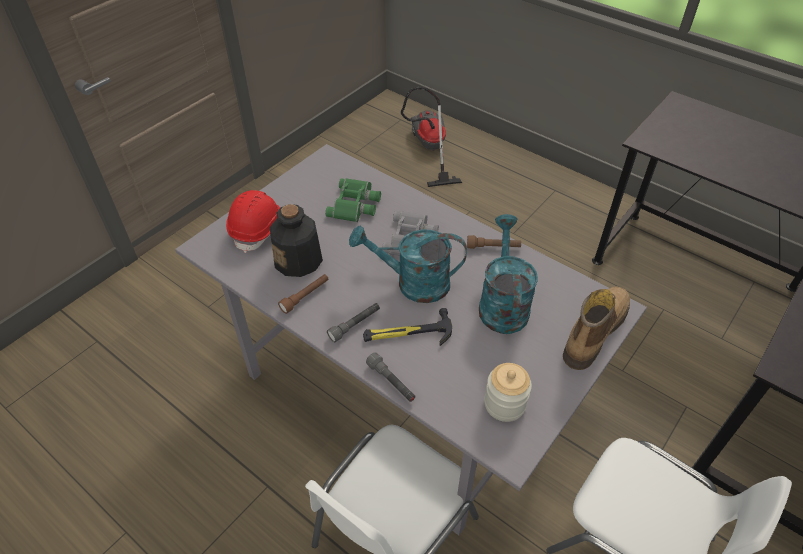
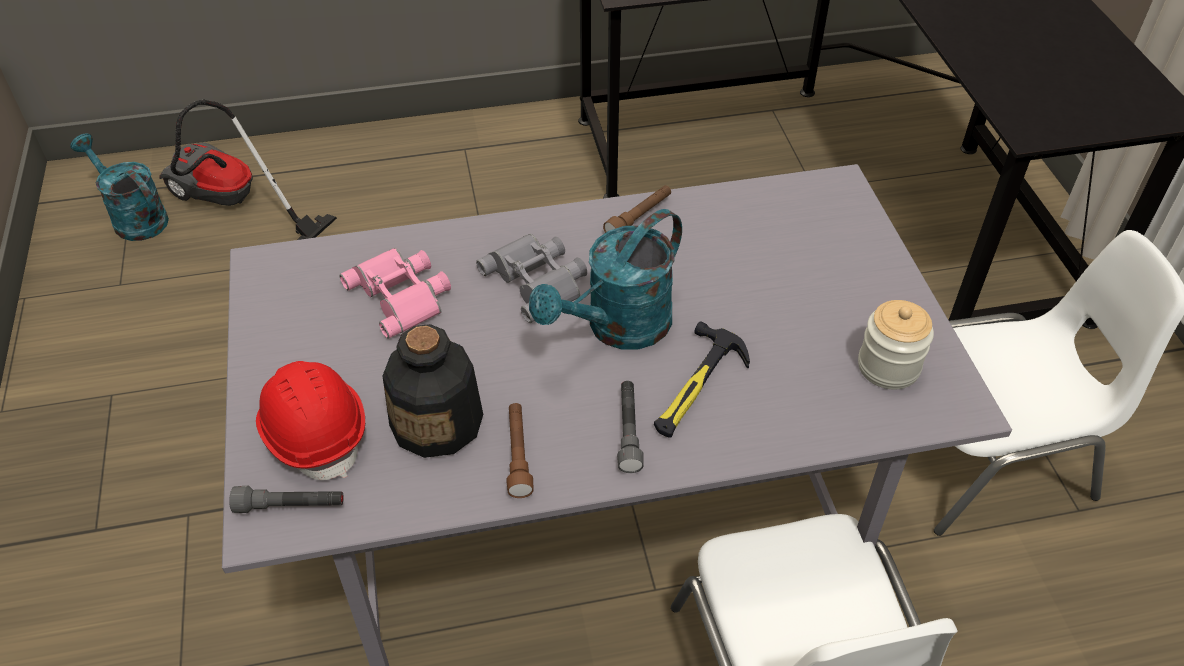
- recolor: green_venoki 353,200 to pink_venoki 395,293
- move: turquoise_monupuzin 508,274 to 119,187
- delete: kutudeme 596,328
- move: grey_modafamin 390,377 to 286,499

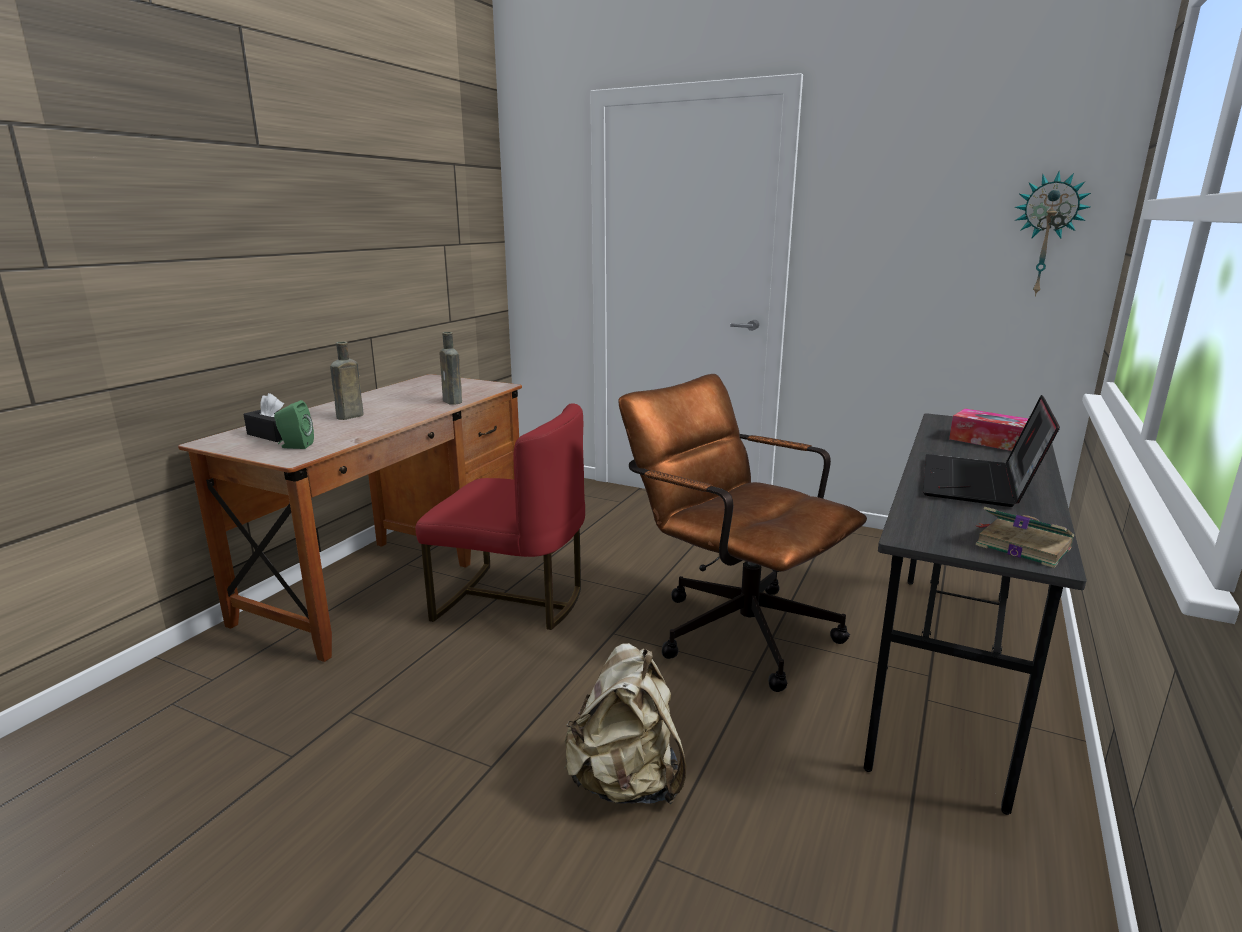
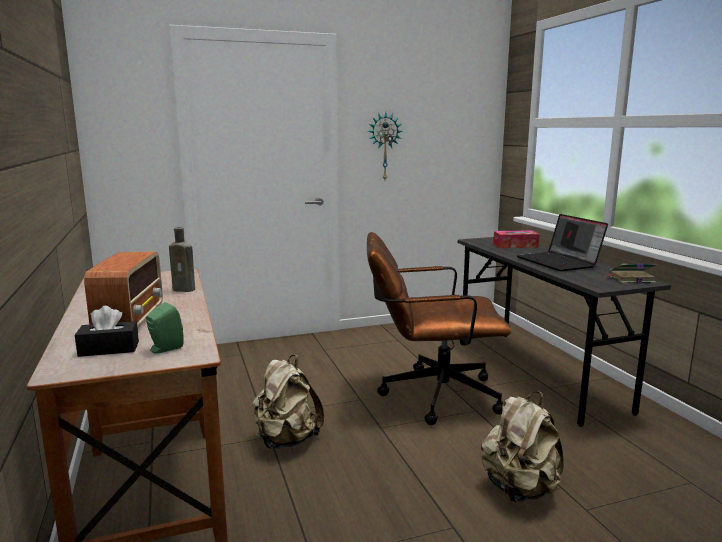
- move: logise 1052,234 to 385,145
- replace: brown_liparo 347,381 to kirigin 123,290
- replace: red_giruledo 500,516 to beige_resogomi 288,402

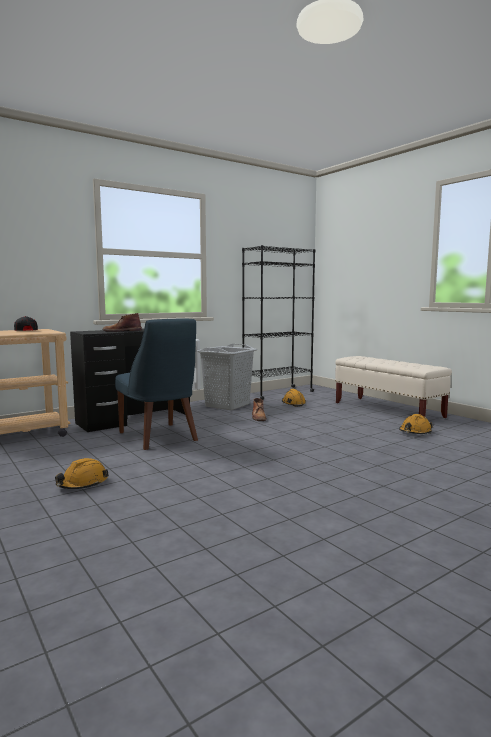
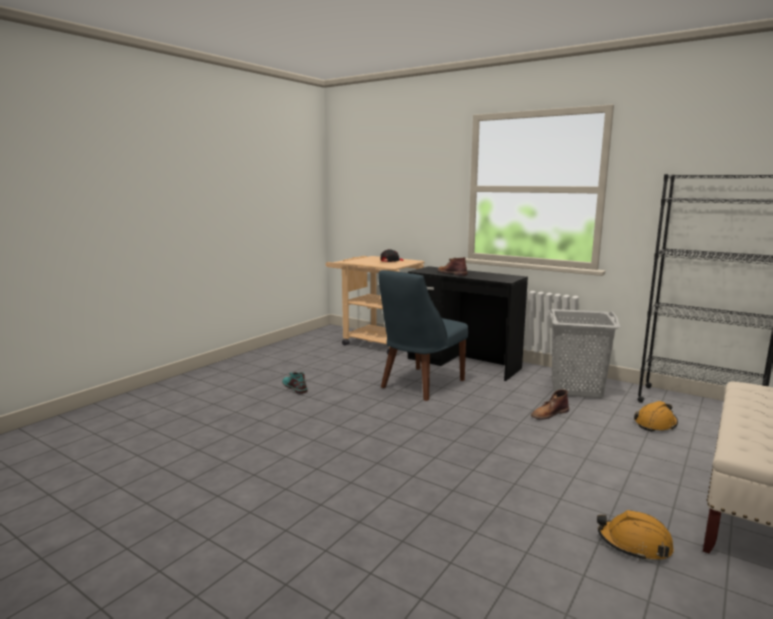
- replace: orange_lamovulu 82,473 to turquoise_kutudeme 295,383

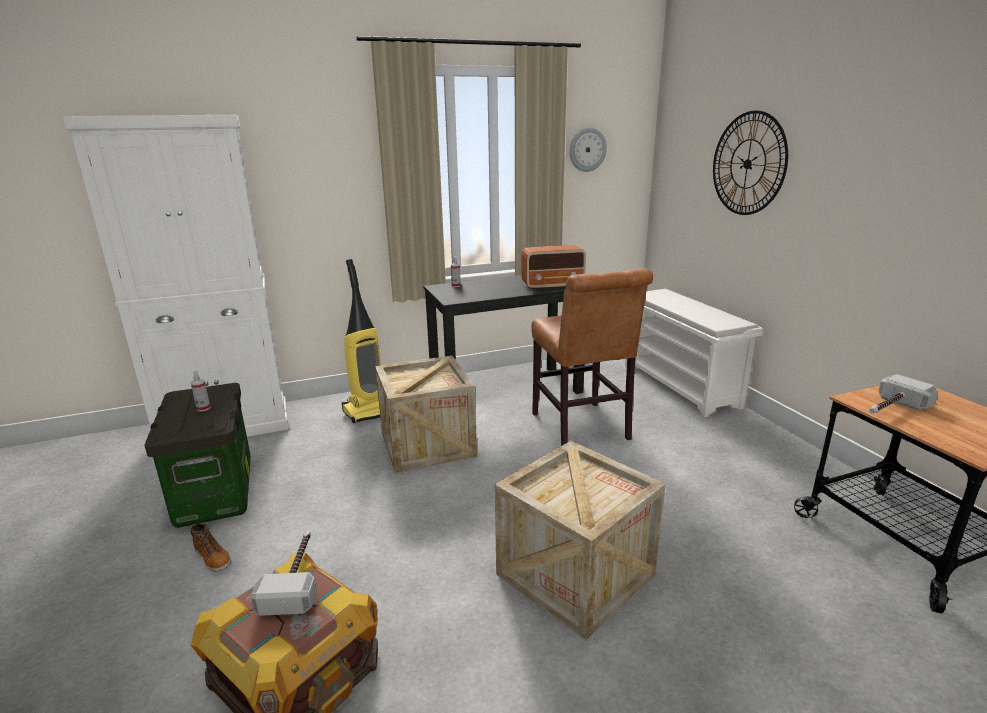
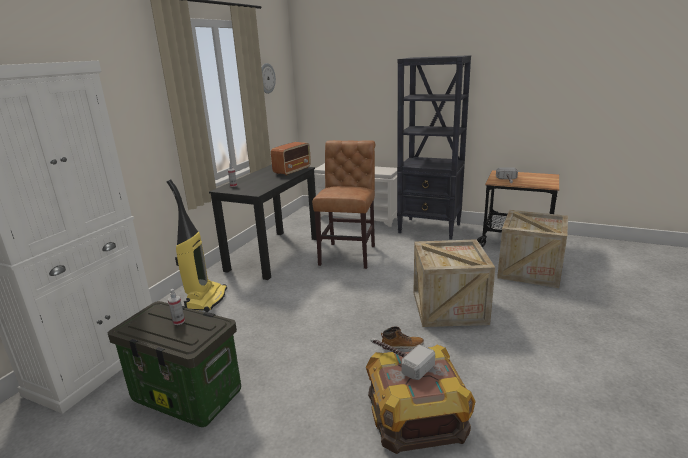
- delete: logise 750,162
- rotate: brown_giruledo 592,357 = 343,204 105 degrees counterclockwise
- move: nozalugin 426,414 to 532,249
- move: kutudeme 210,547 to 402,338
- insert: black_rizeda 434,147

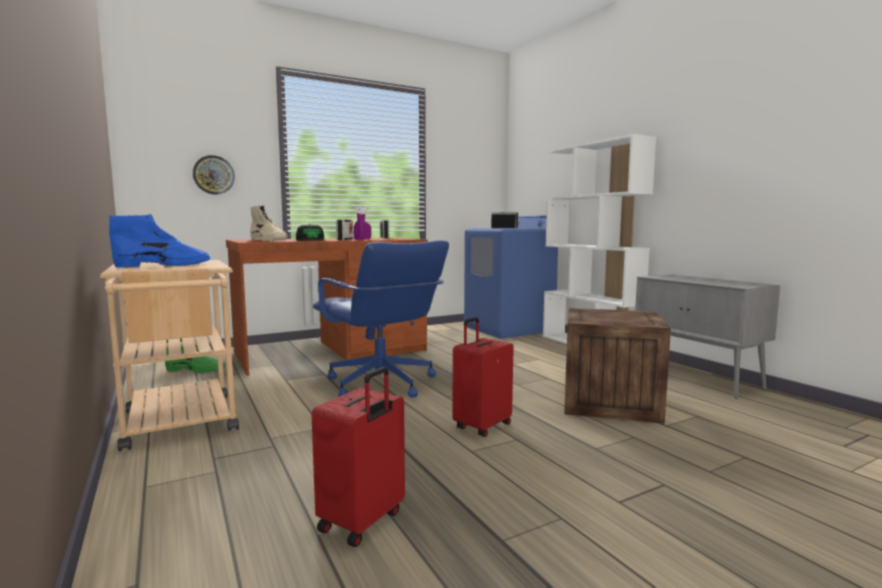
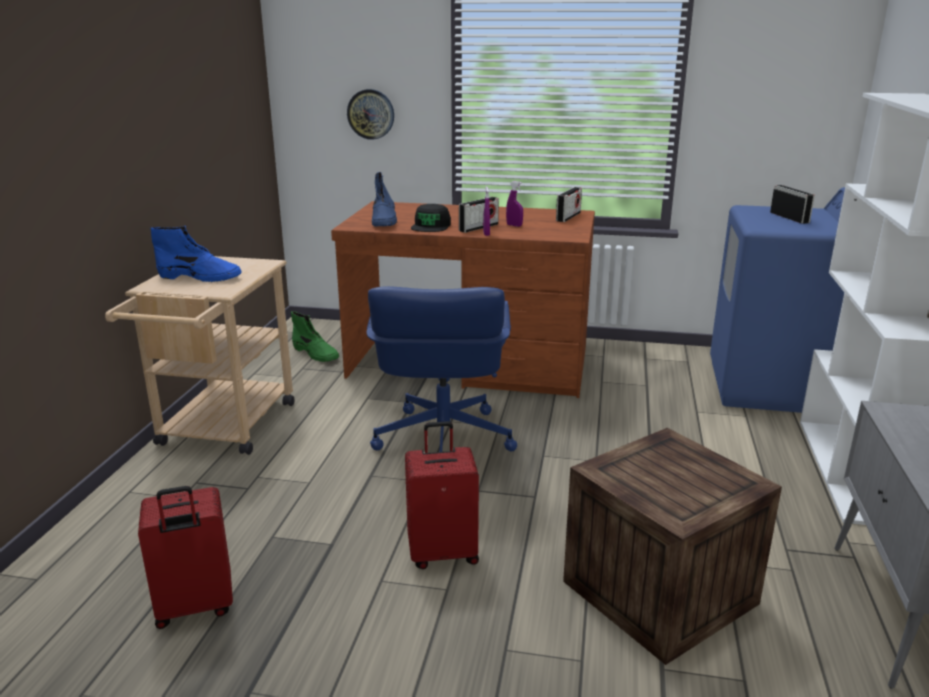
- recolor: beige_kutudeme 268,223 to blue_kutudeme 384,199

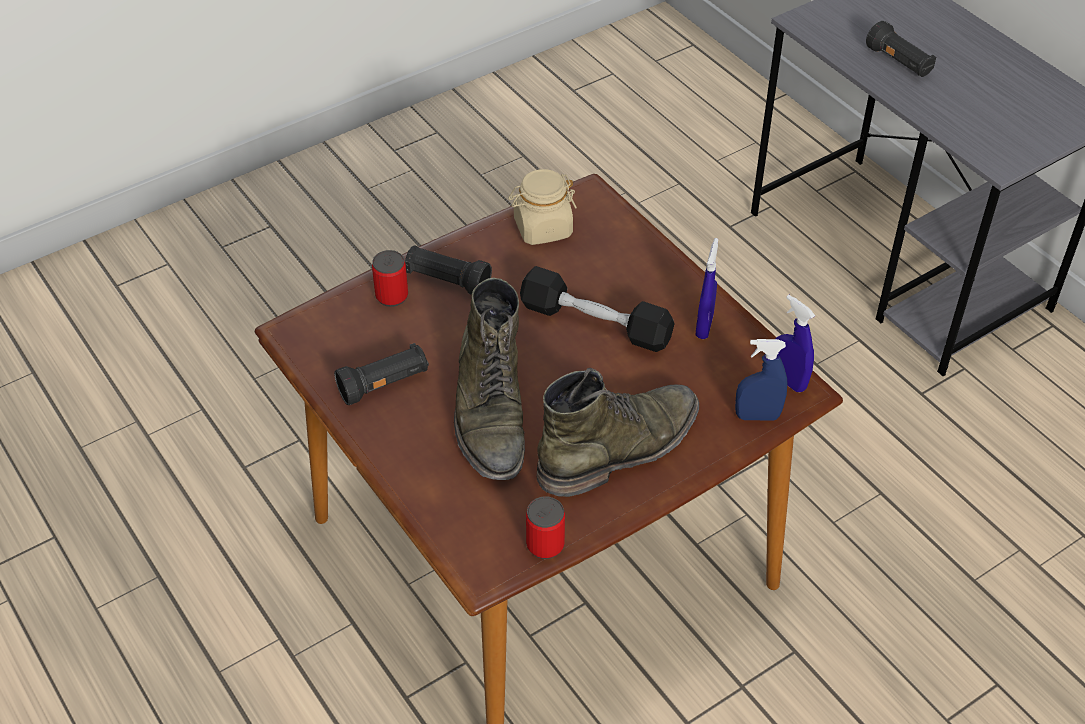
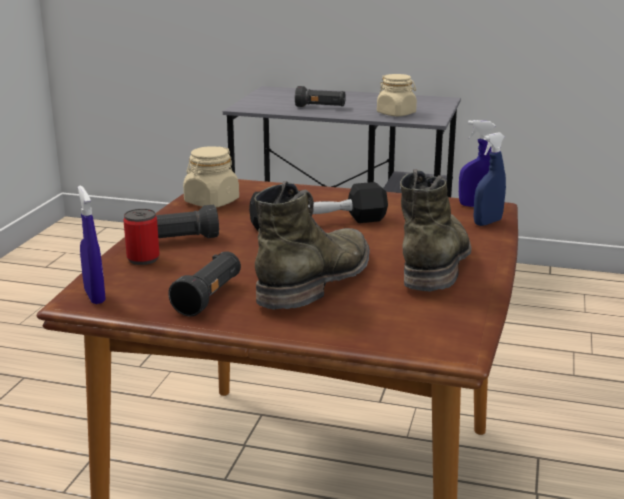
- move: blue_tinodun 707,288 to 92,244
- rotate: green_kutudeme 489,379 = 312,245 105 degrees counterclockwise
- delete: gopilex 545,527
- insert: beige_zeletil 397,95

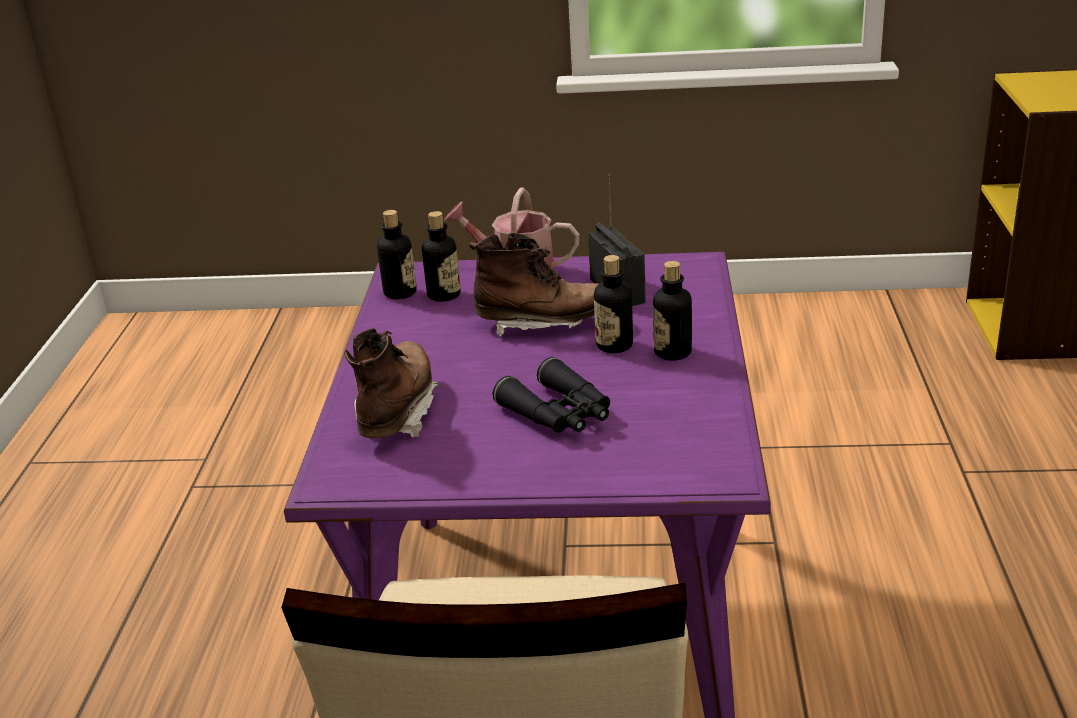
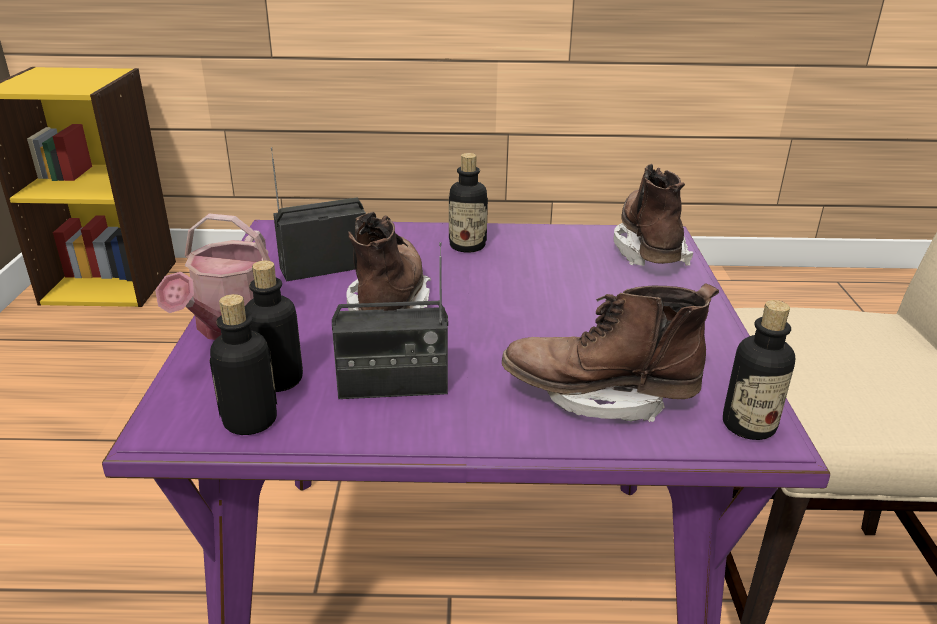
- move: liparo 613,304 to 759,370
- delete: black_venoki 551,395
- insert: brown_kutudeme 653,215
- insert: kirigin 390,320

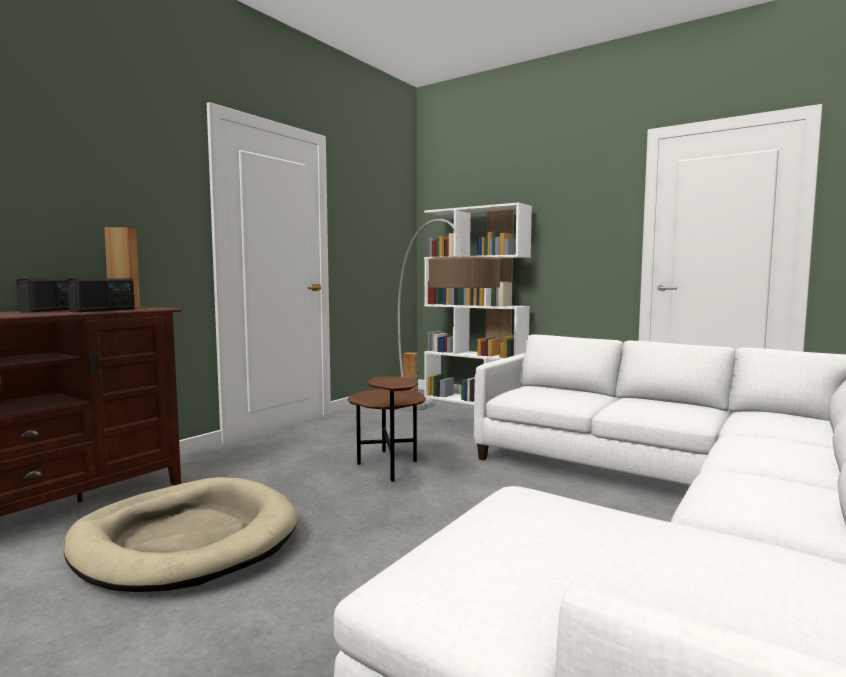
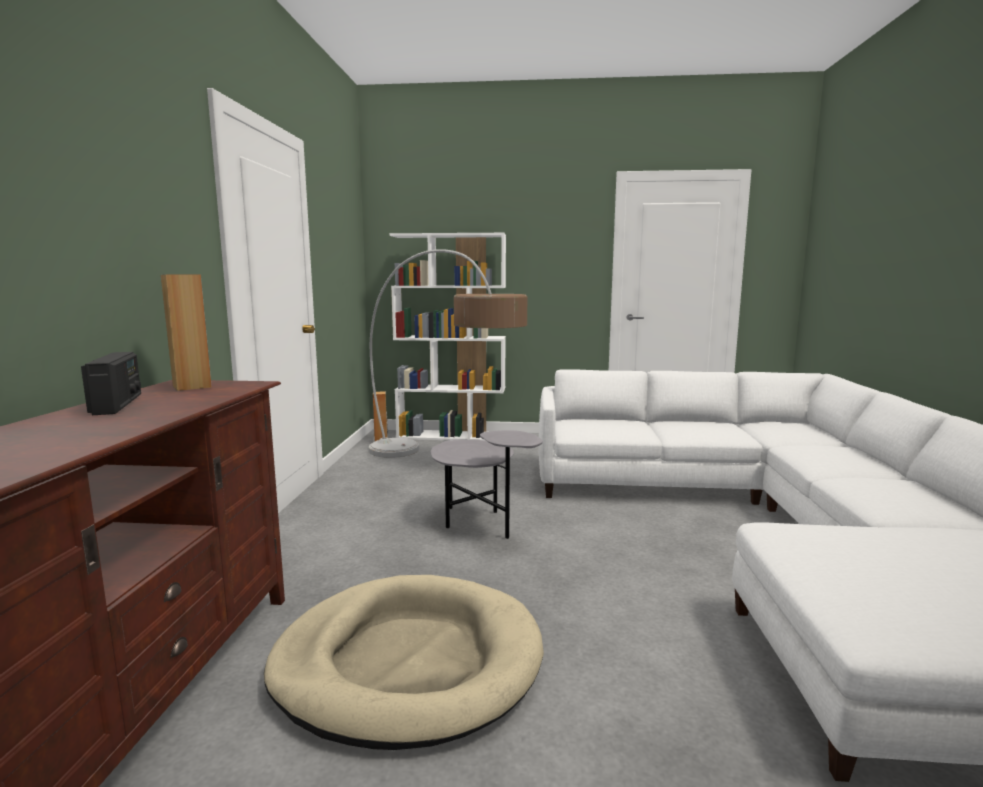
- delete: kirigin 101,295
- recolor: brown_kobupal 387,429 to grey_kobupal 486,484

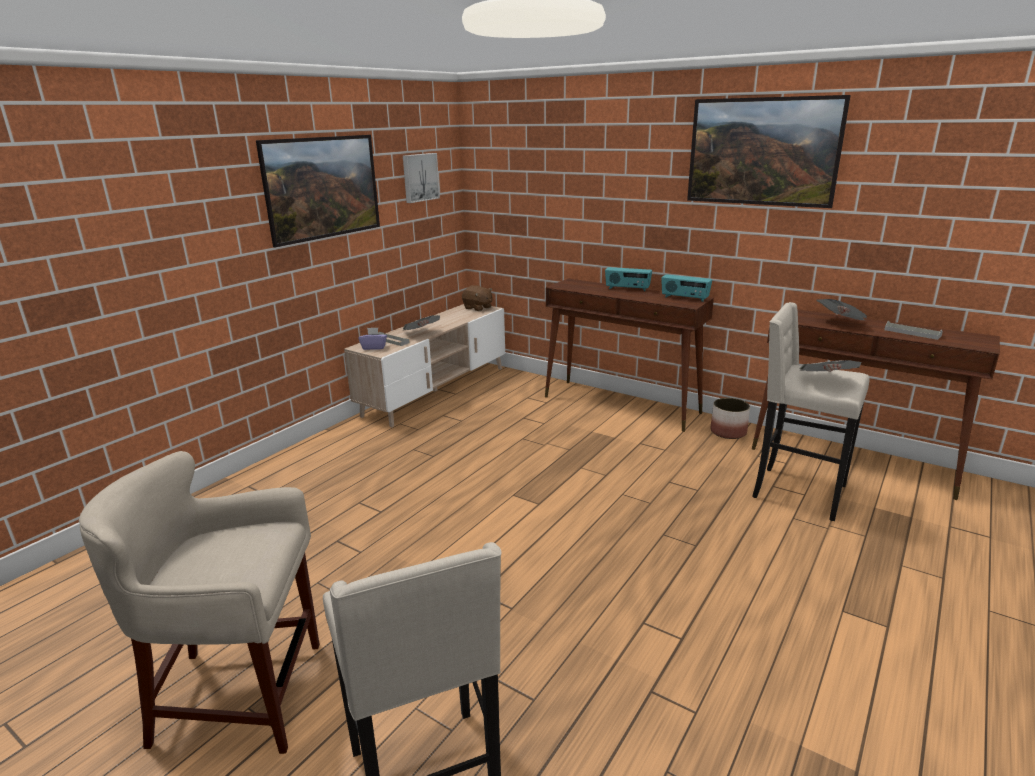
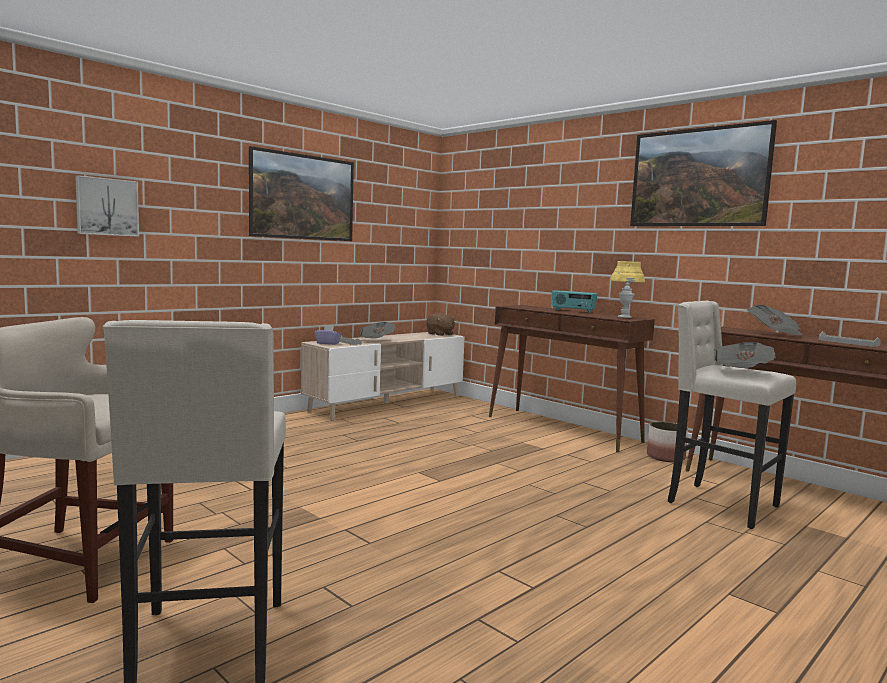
- move: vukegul 421,178 to 107,206
- replace: kirigin 686,288 to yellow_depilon 628,289

